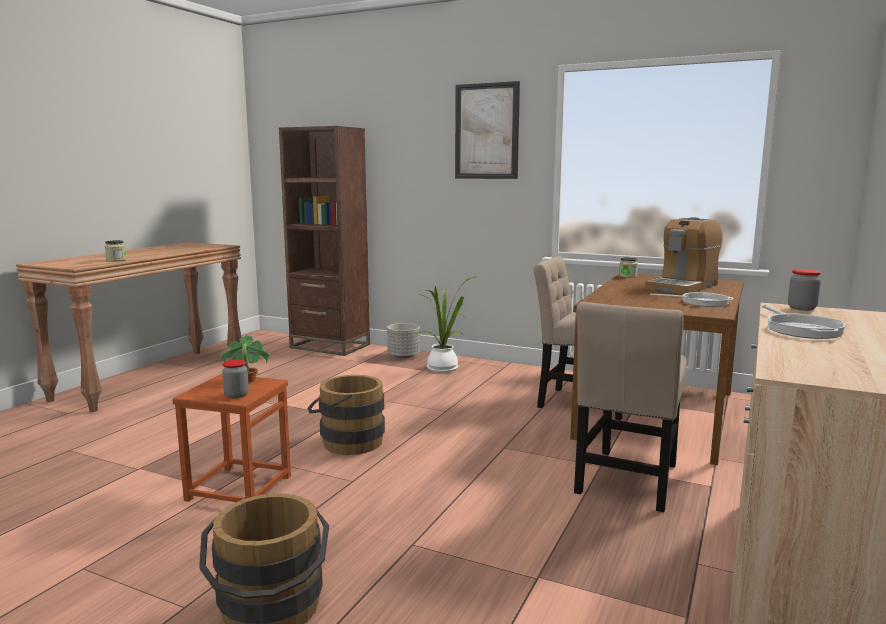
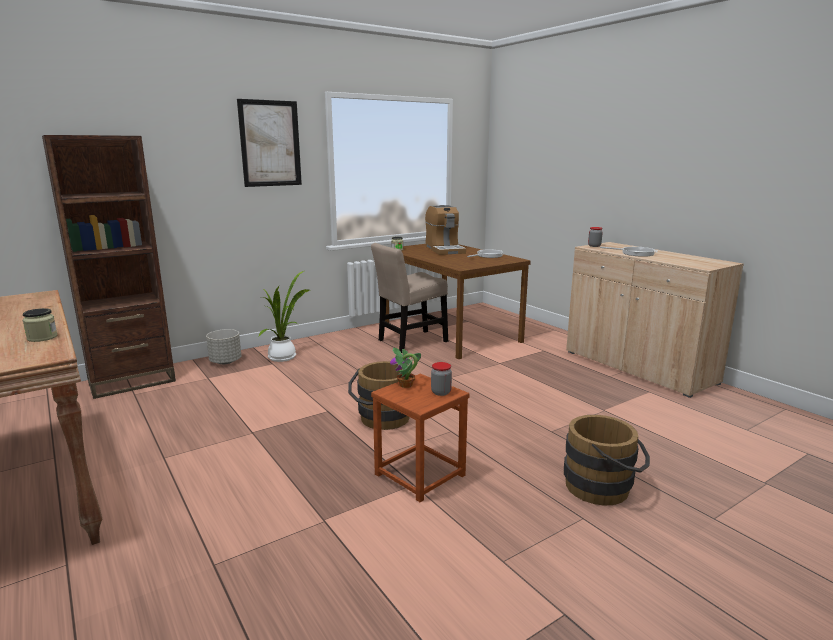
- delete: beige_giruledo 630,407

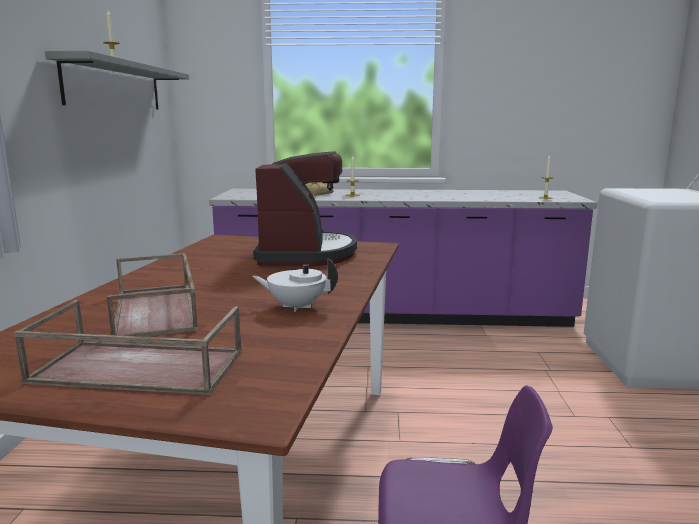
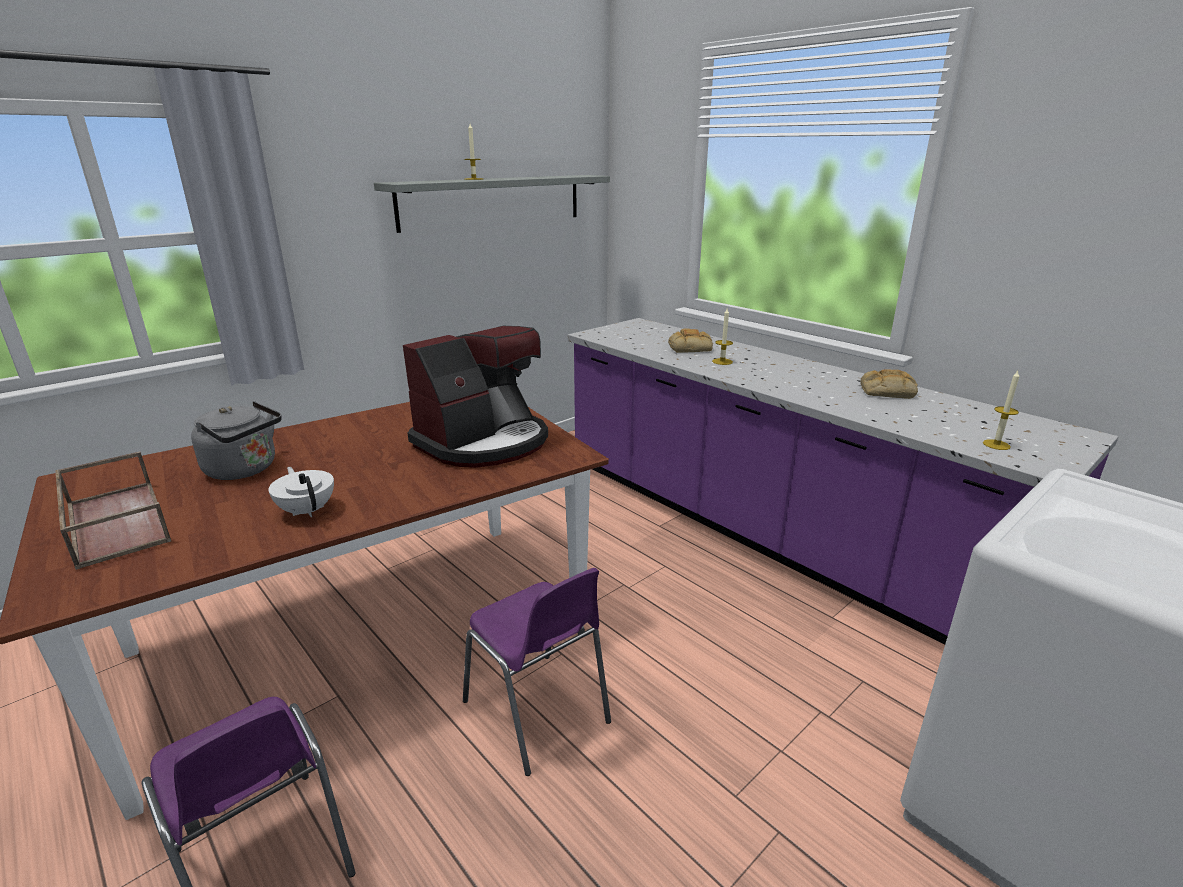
- replace: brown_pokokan 152,295 to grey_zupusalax 236,440
- insert: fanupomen 889,384
- insert: purple_giruledo 537,672

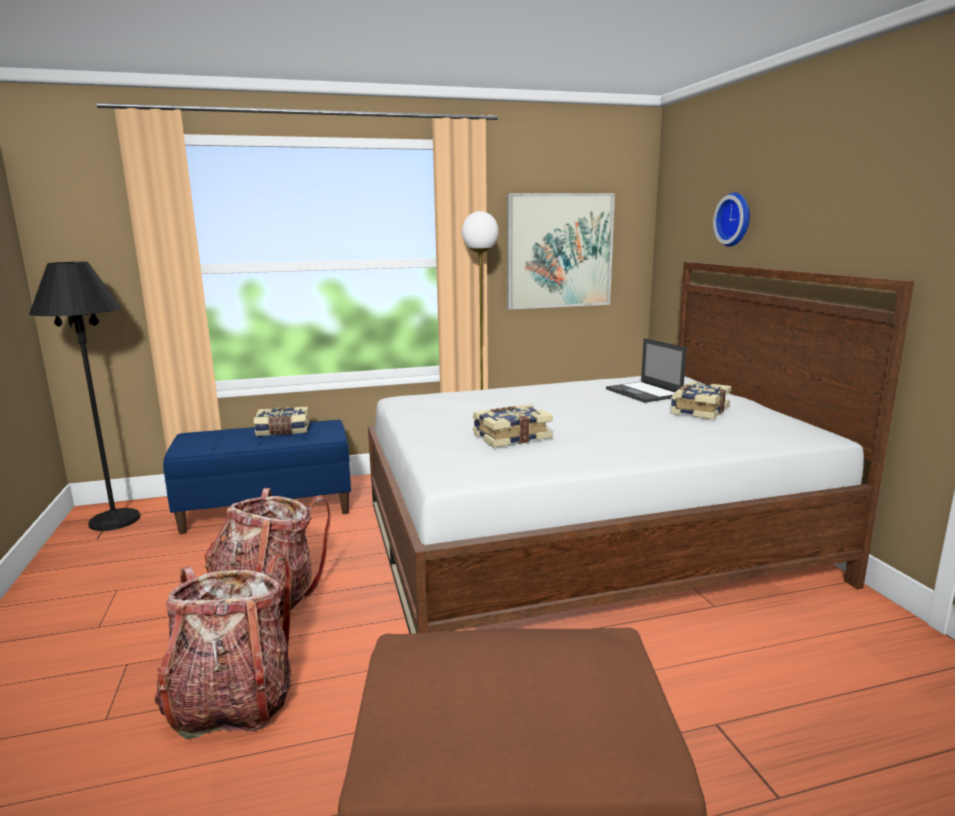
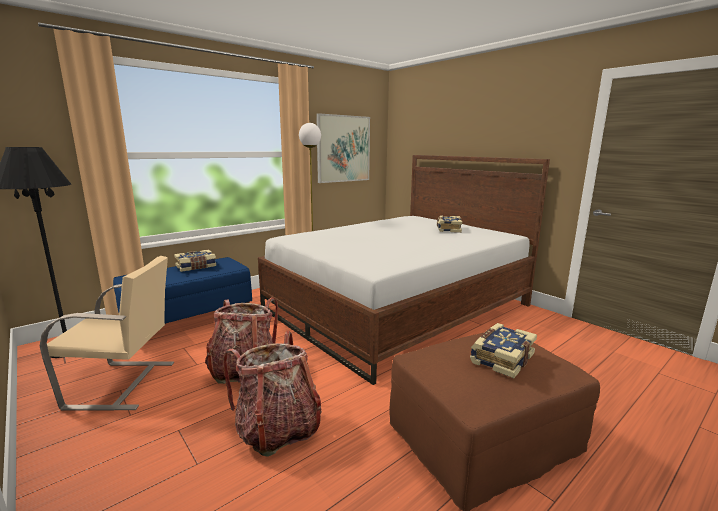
- delete: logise 731,219
- delete: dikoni 646,370
- move: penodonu 513,425 to 503,350
- insert: beige_giruledo 107,333

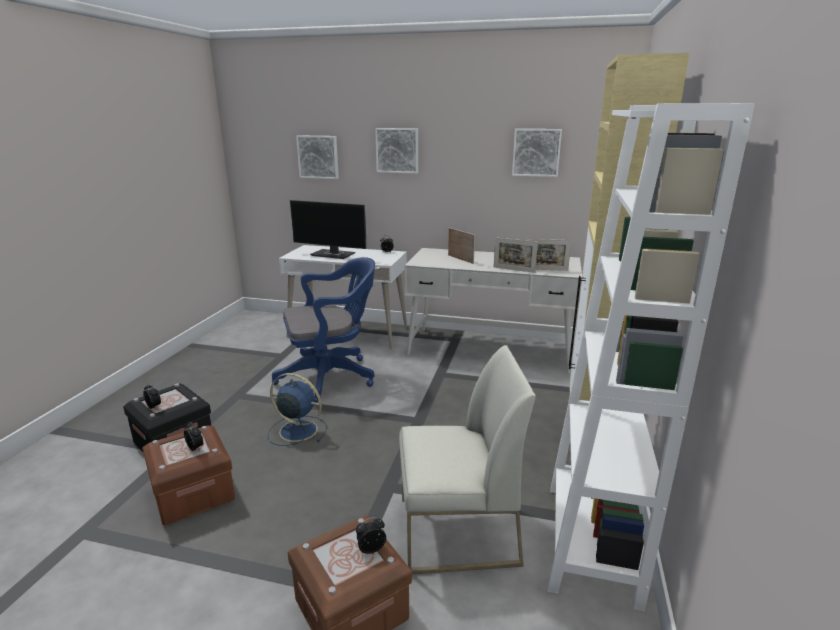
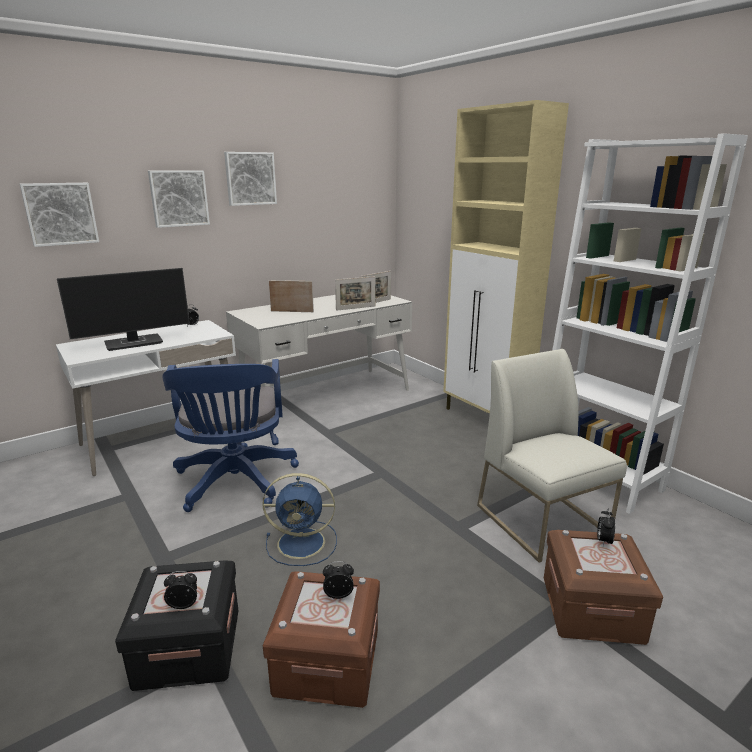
- move: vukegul 537,153 to 250,179
- rotate: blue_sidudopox 323,330 = 231,435 150 degrees clockwise
- rotate: white_giruledo 467,460 = 552,456 60 degrees counterclockwise
- rotate: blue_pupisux 297,409 = 299,519 150 degrees counterclockwise

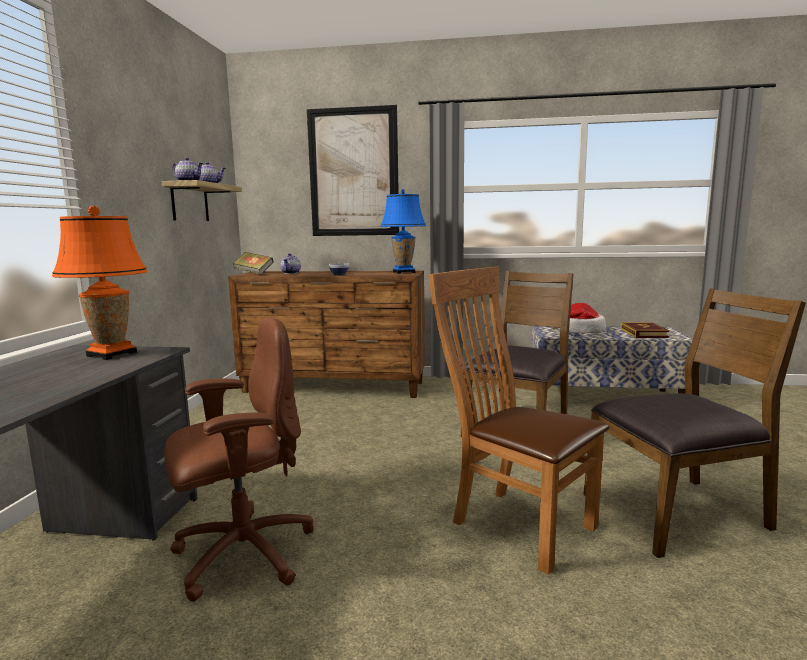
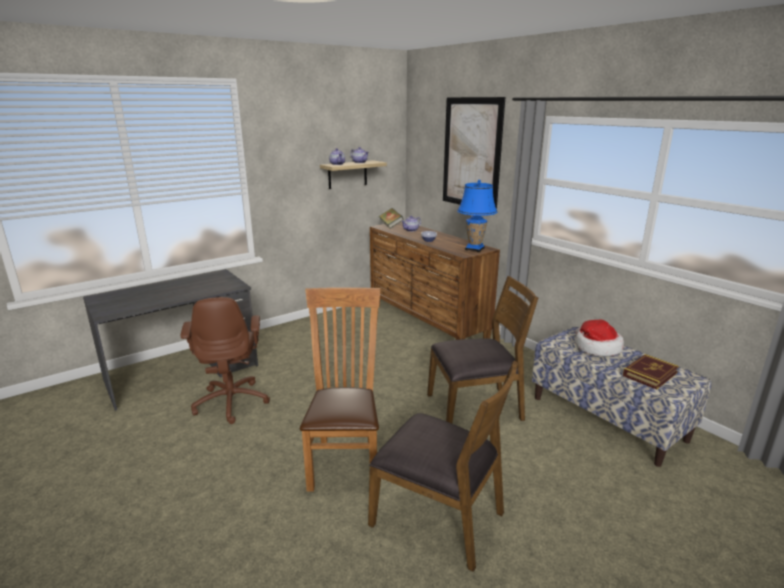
- delete: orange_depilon 100,283
- rotate: brown_sidudopox 239,459 = 225,360 60 degrees clockwise

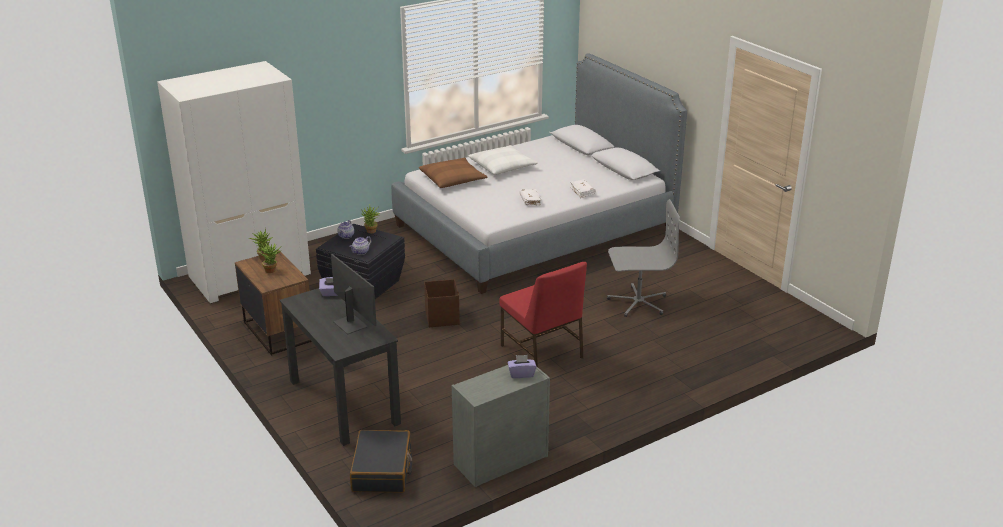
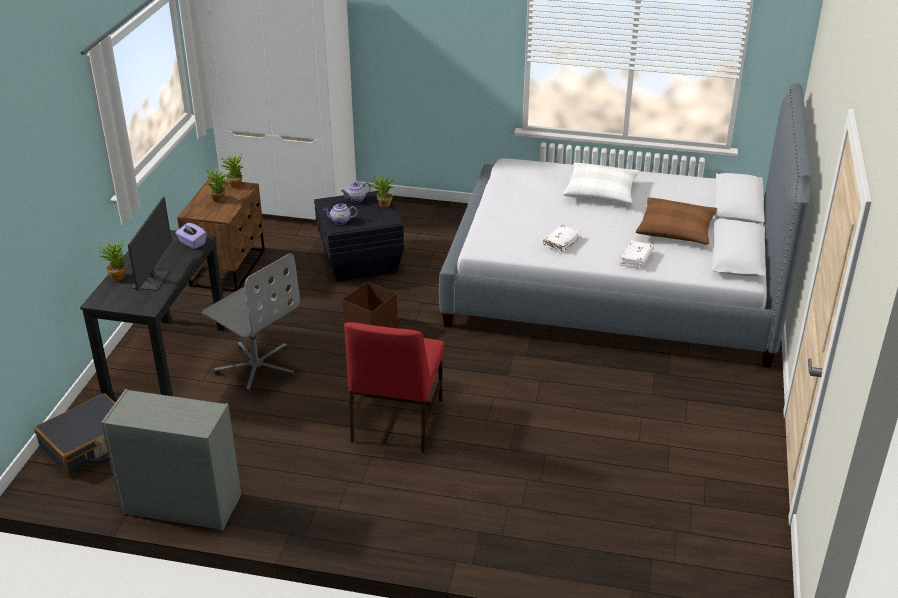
- move: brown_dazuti 453,173 to 676,221
- move: grey_sidudopox 643,258 to 251,323
- delete: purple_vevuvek 522,366
- insert: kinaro 112,261

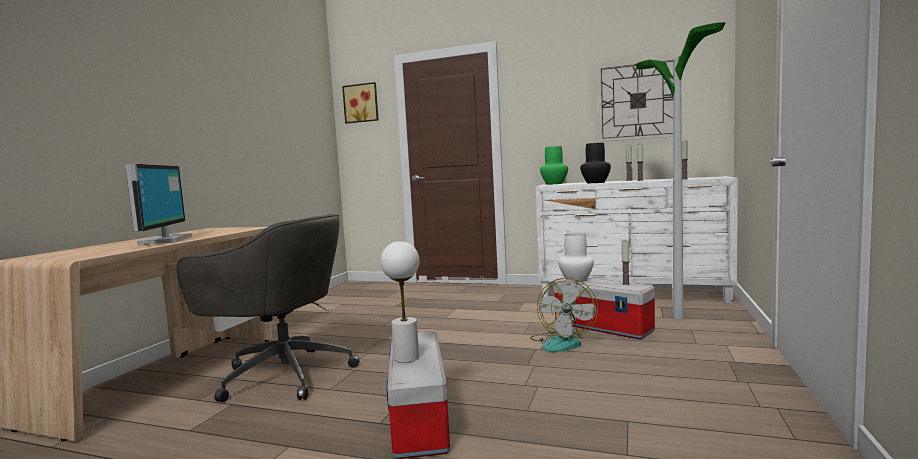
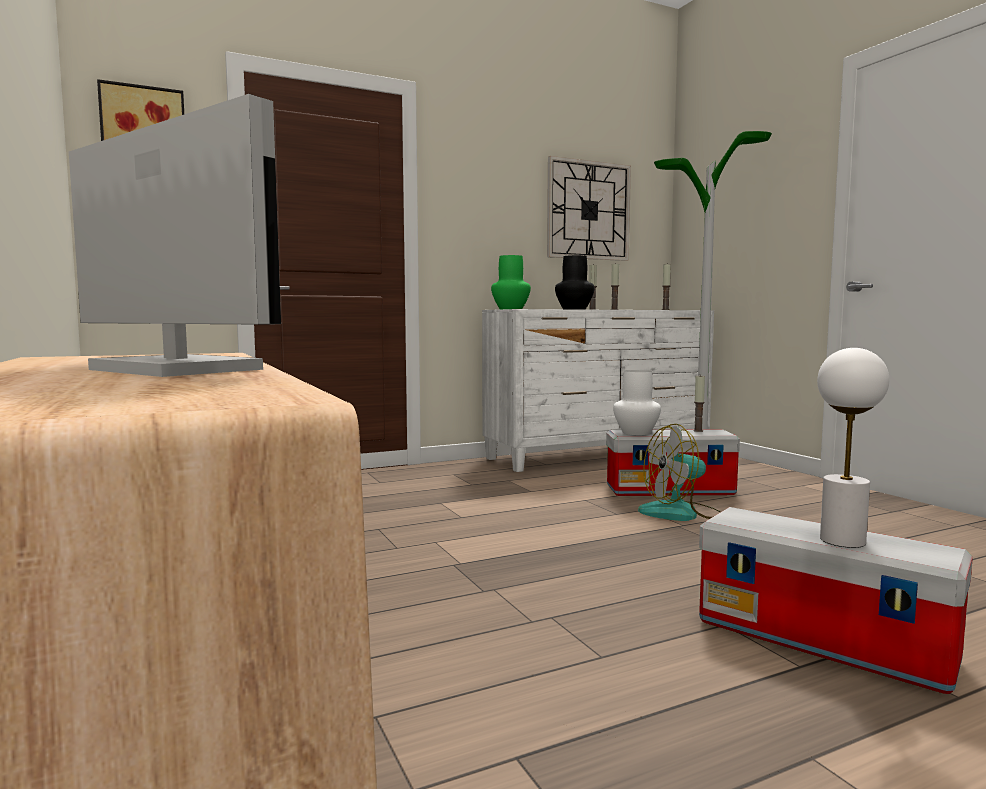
- delete: grey_sidudopox 268,308
- rotate: pupisux 564,315 = 679,472 105 degrees clockwise

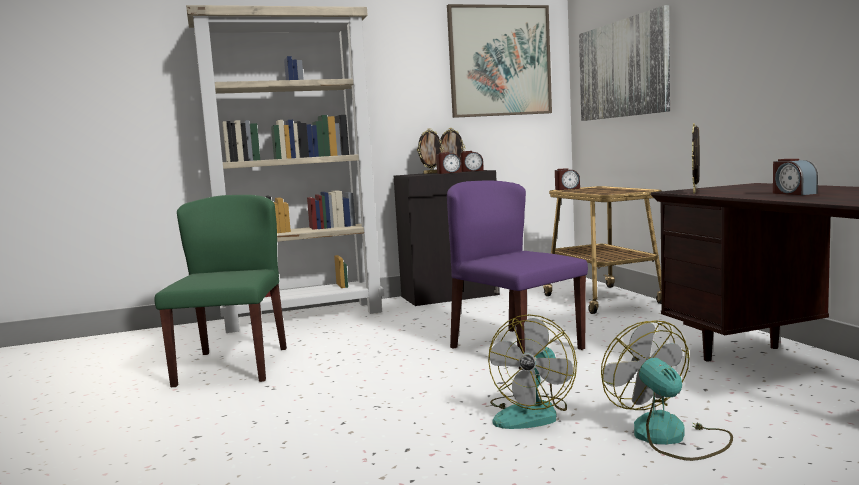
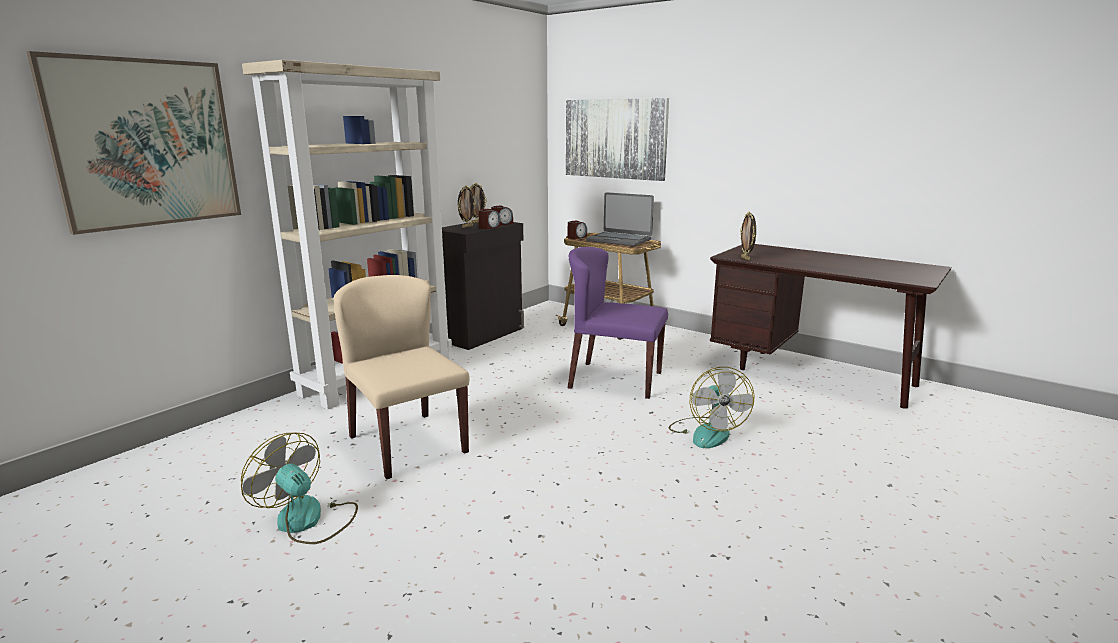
- move: vukegul 499,61 to 134,143
- delete: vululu 795,177
- recolor: green_giruledo 220,291 to beige_giruledo 402,377
- move: pupisux 667,390 to 299,488
- insert: dikoni 620,219

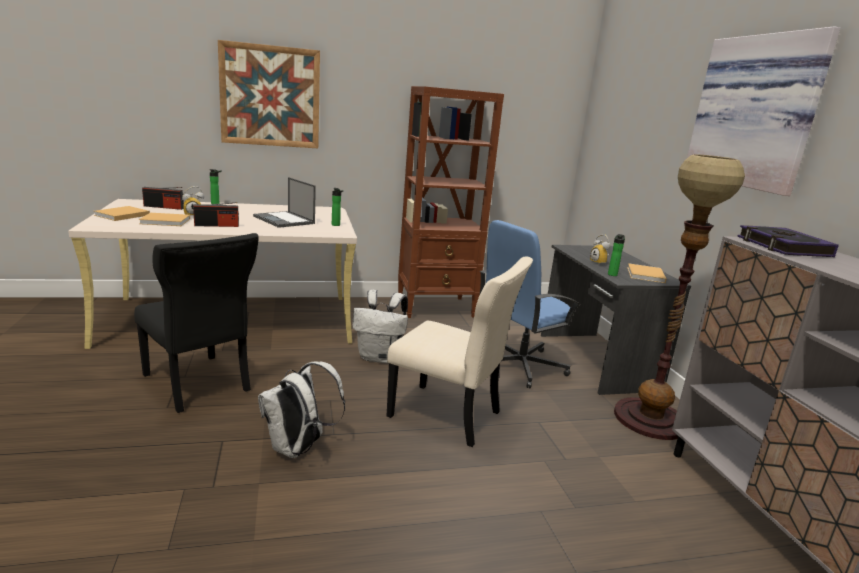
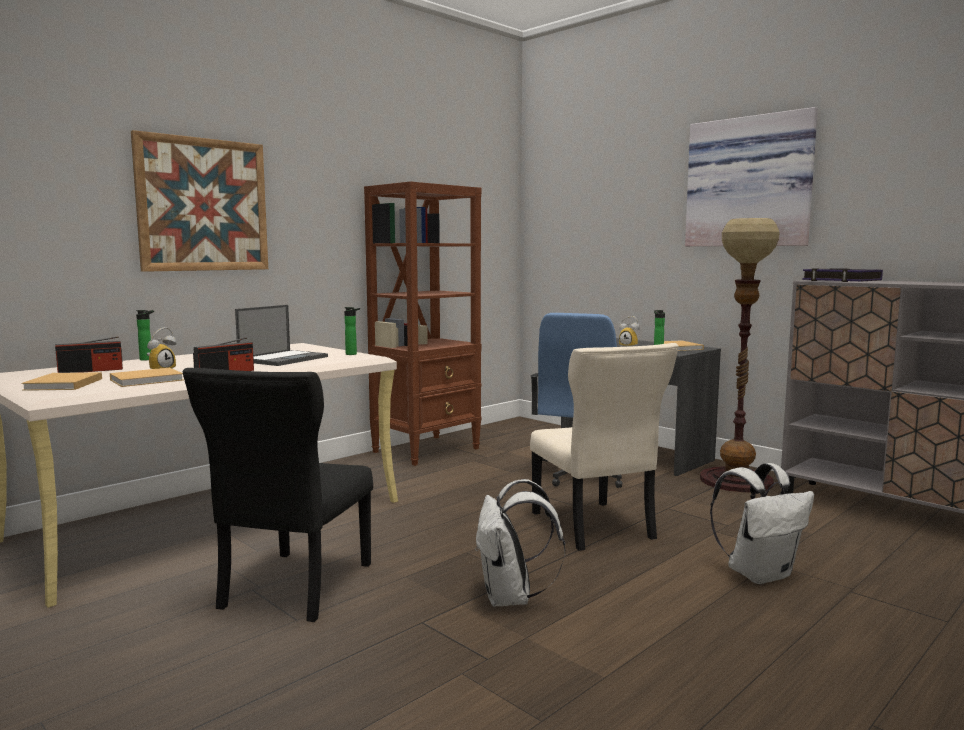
- rotate: dikoni 284,202 = 281,335 75 degrees counterclockwise
- rotate: black_giruledo 196,323 = 278,495 90 degrees clockwise
- rotate: beige_giruledo 460,352 = 604,447 75 degrees clockwise
- move: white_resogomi 380,326 to 762,523

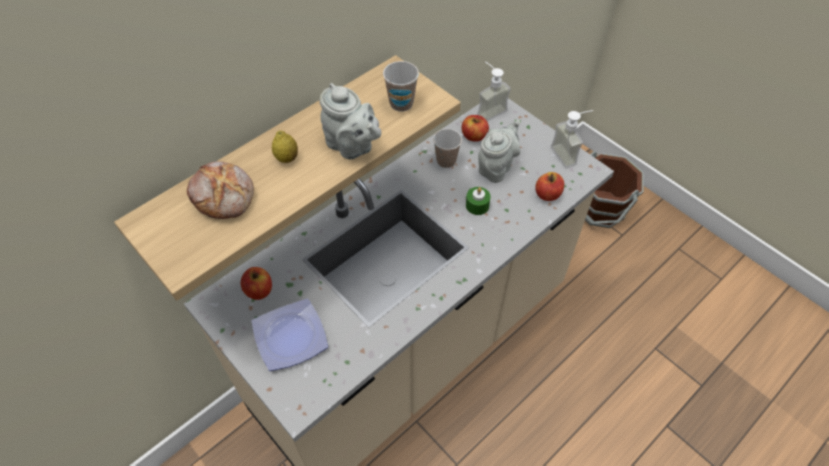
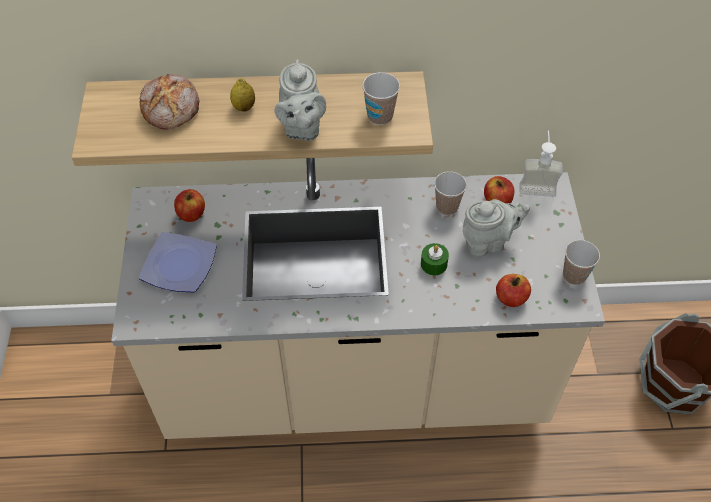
- replace: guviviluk 572,139 to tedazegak 581,262

